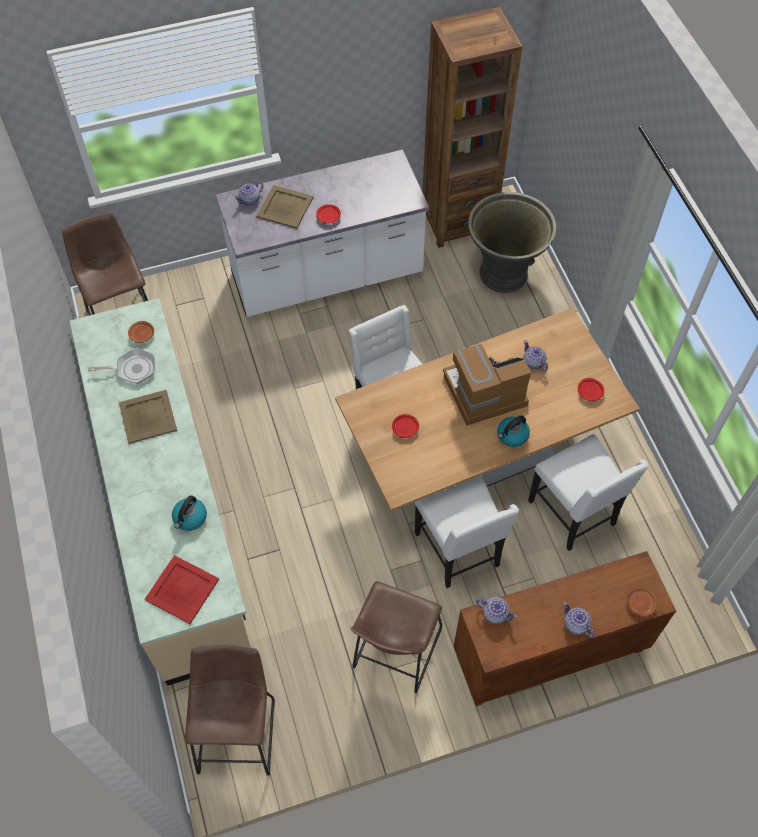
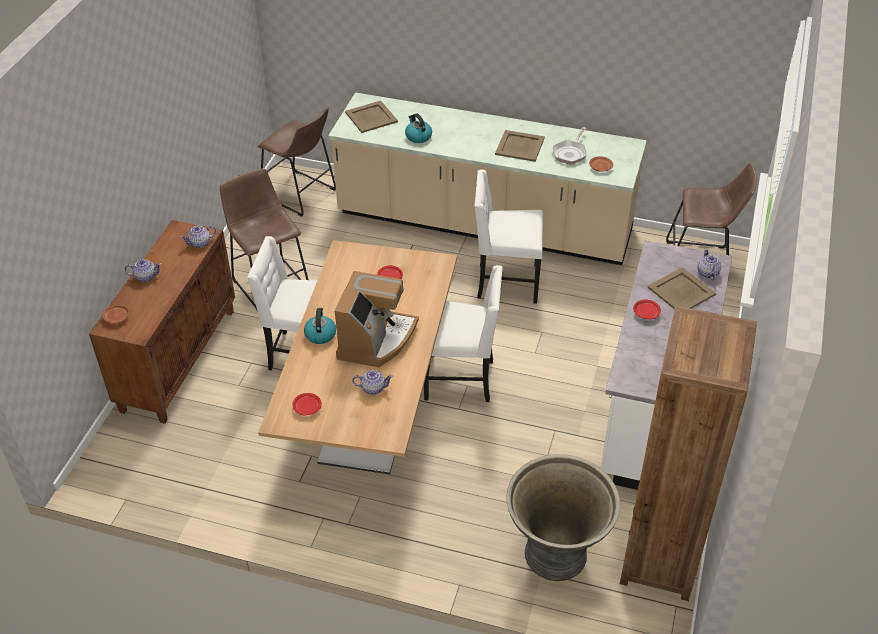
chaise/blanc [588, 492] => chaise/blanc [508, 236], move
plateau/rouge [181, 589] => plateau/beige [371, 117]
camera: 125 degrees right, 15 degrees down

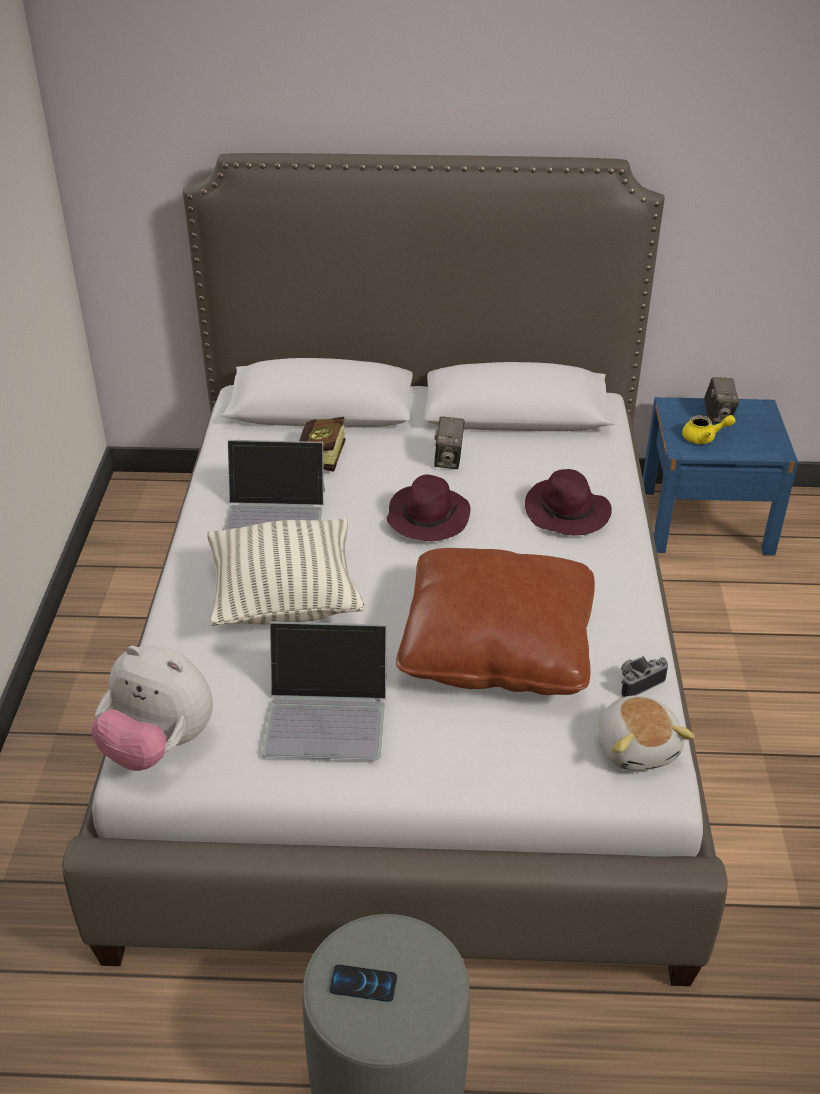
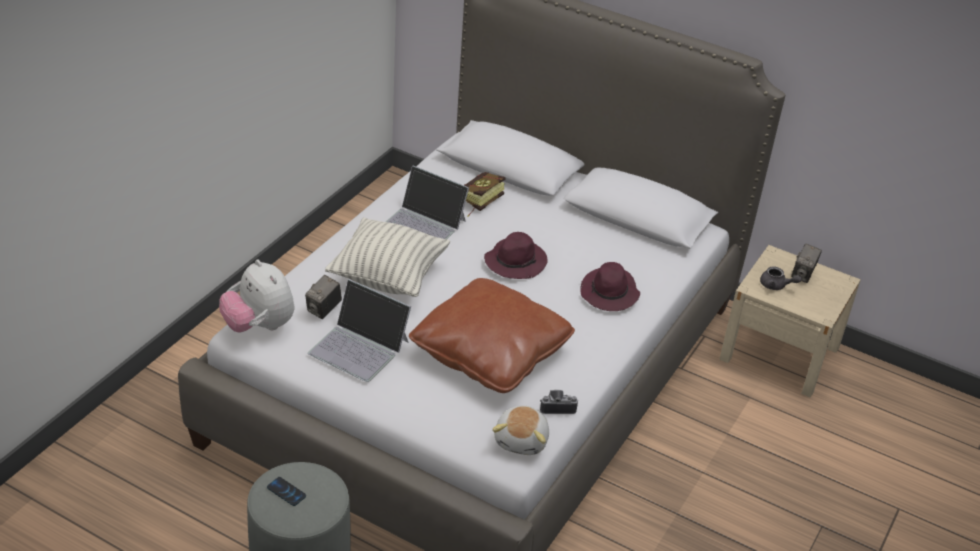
appareil photo [449, 442] => appareil photo [323, 297], move
table de chevet/bleu [720, 476] => table de chevet/beige [790, 321]
théière/jaune [709, 429] => théière/gris [781, 278]
camera: 25 degrees right, 0 degrees up

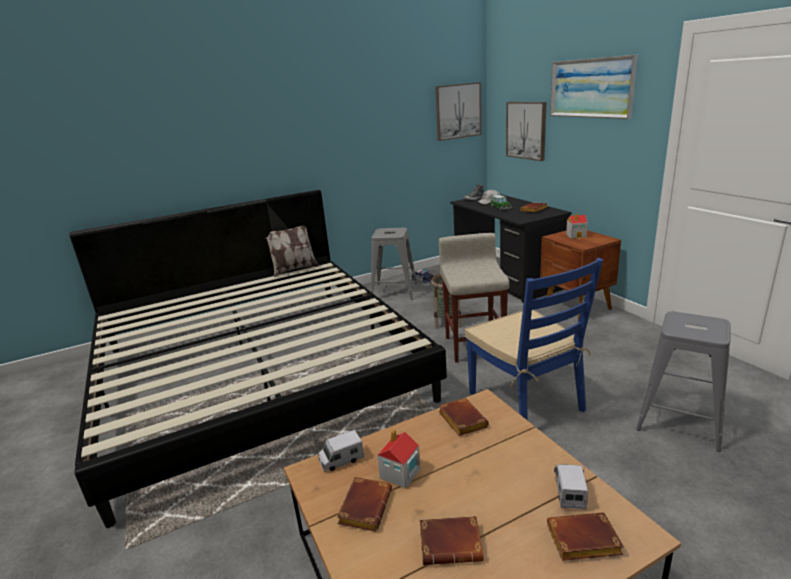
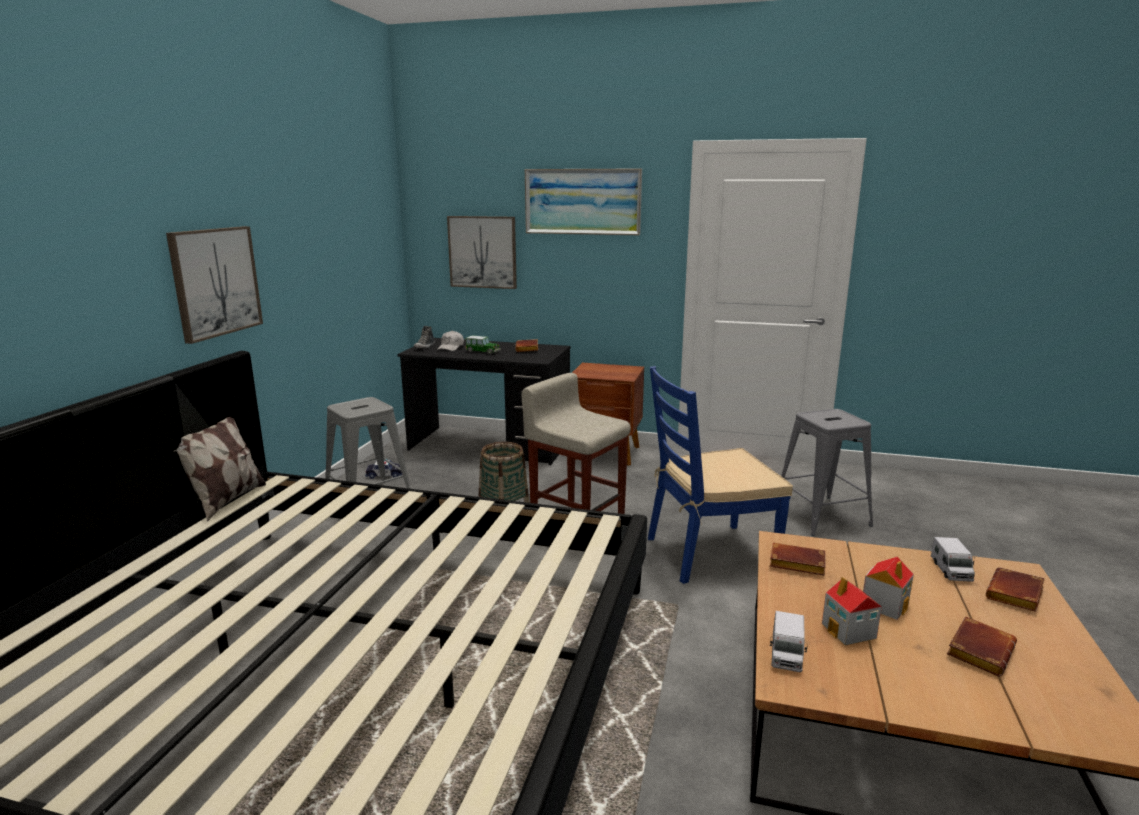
livre/marron [364, 504] => nothing
tableau [458, 111] => tableau [214, 285], move
maison miniature [577, 226] => maison miniature [888, 588], move
chaise/bleu [534, 339] => chaise/bleu [720, 475], 150 degrees clockwise
camion jouet [571, 486] => camion jouet [953, 559], 135 degrees counterclockwise
camera: 50 degrees left, 5 degrees down

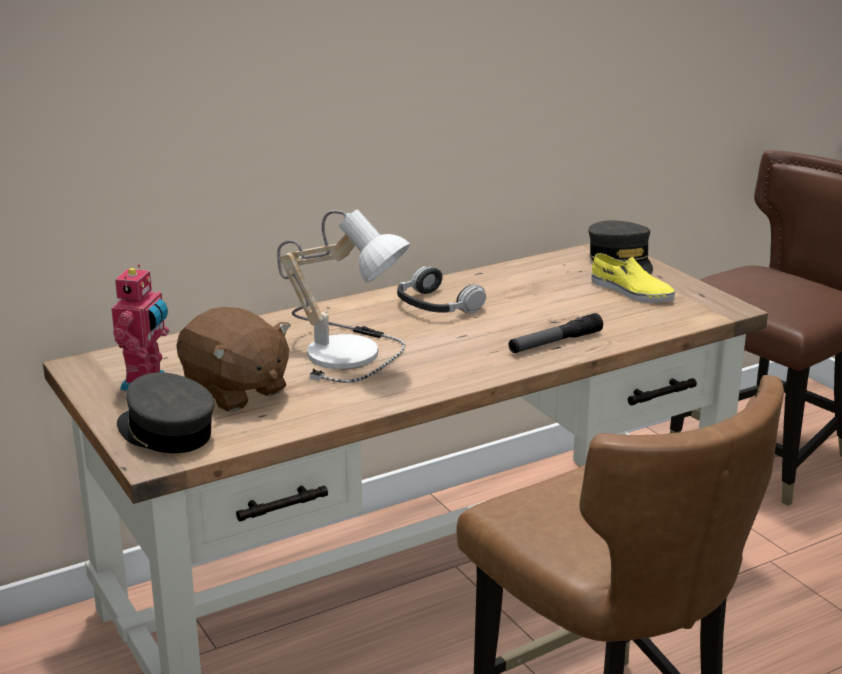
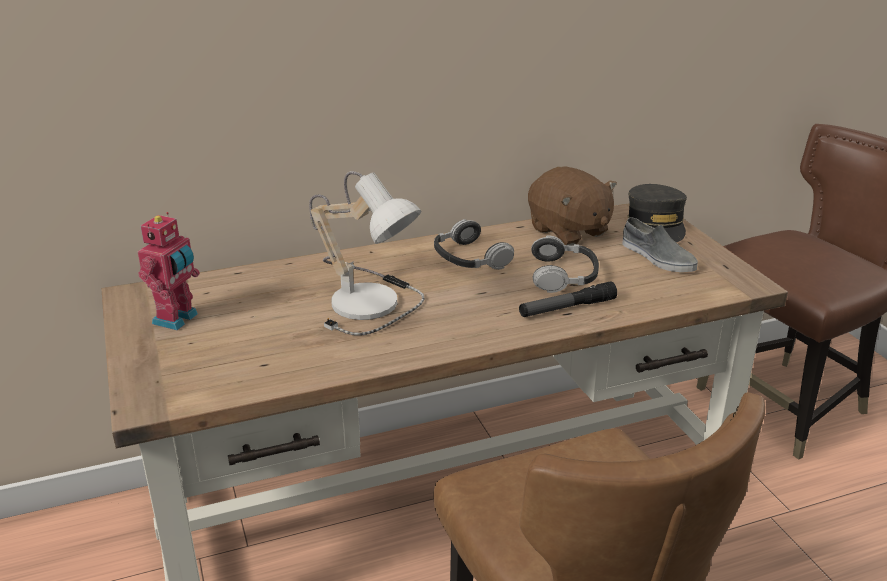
casquette/gris [166, 413] => nothing
nothing => casque audio [565, 264]
peluche/marron [233, 359] => peluche/marron [572, 206], move
chaussure/jaune [633, 278] => chaussure/gris [660, 244]
camera: 10 degrees right, 5 degrees up

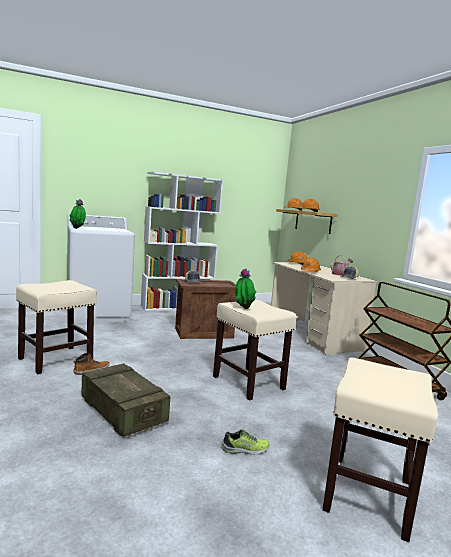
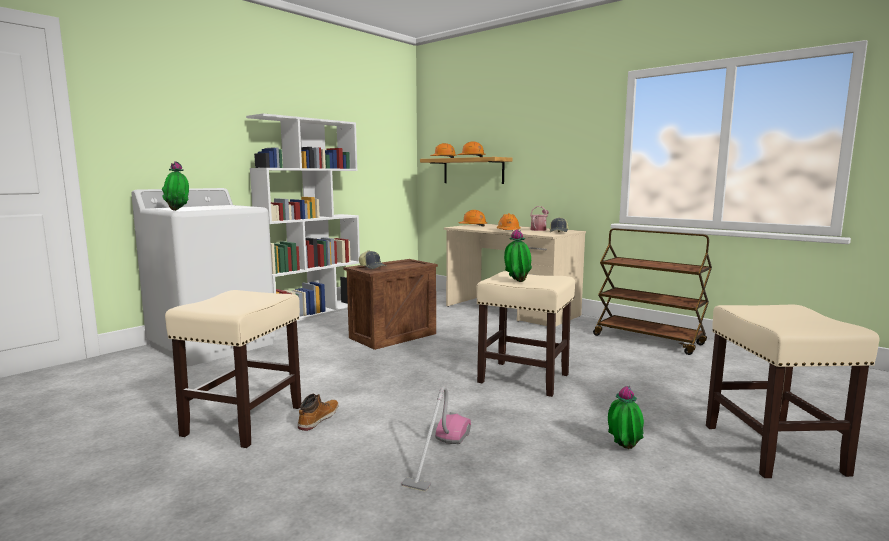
caisse [125, 400] => aspirateur [436, 438]
chaussure [246, 442] => plante en pot [626, 417]
camera: 25 degrees left, 0 degrees up

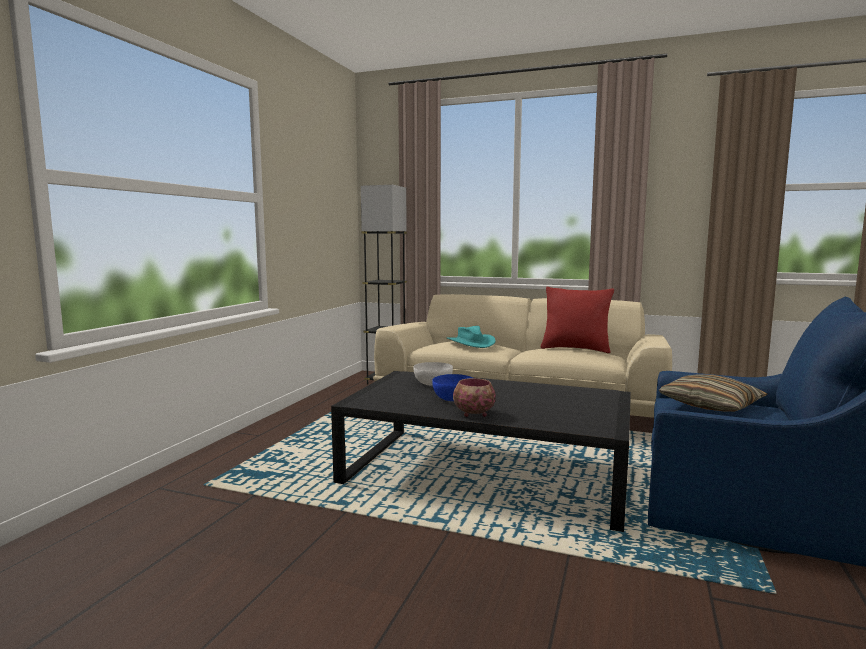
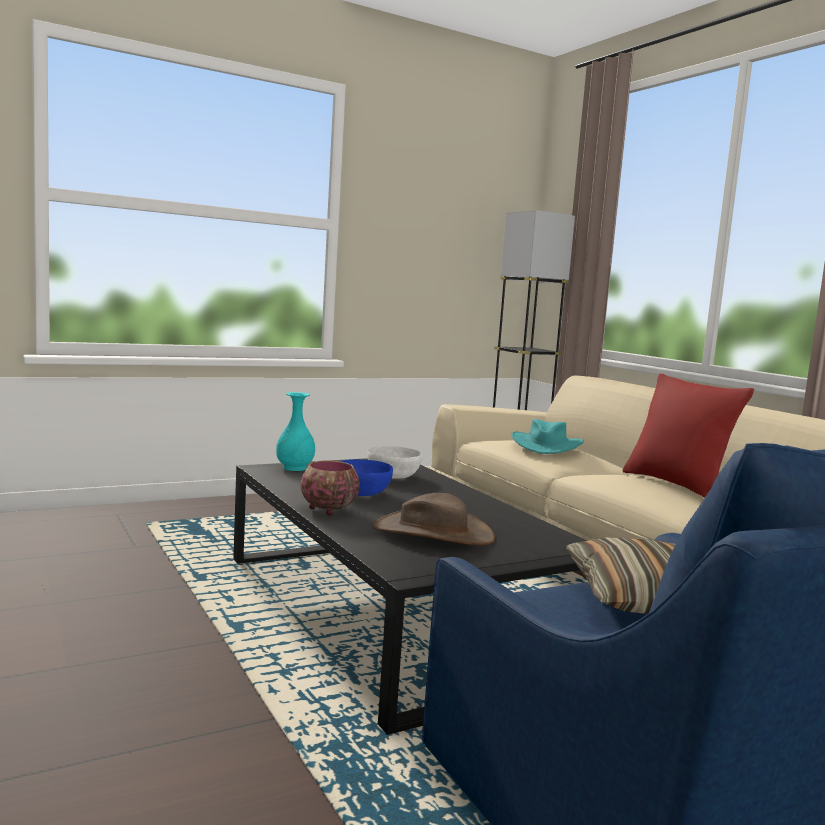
nothing => vase/turquoise [295, 431]
nothing => chapeau/marron [433, 519]
camera: 40 degrees right, 0 degrees up

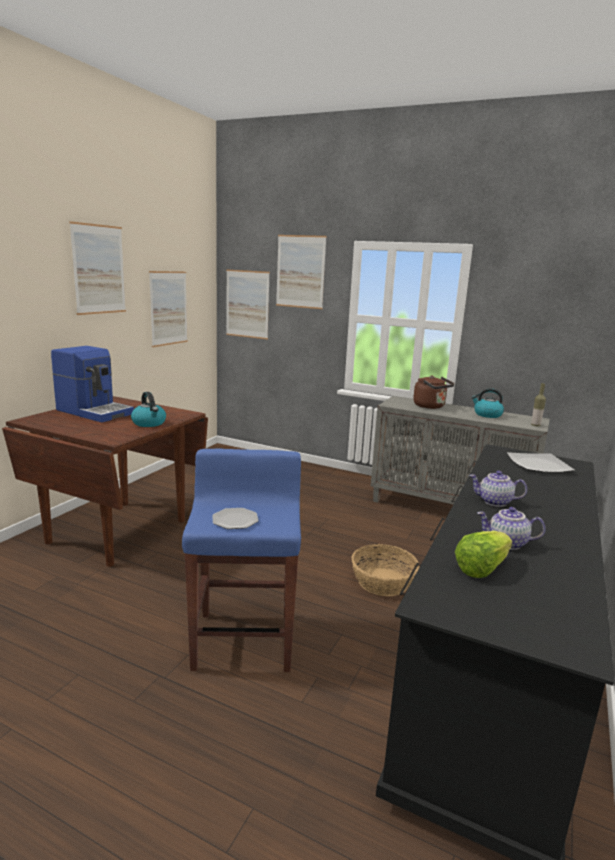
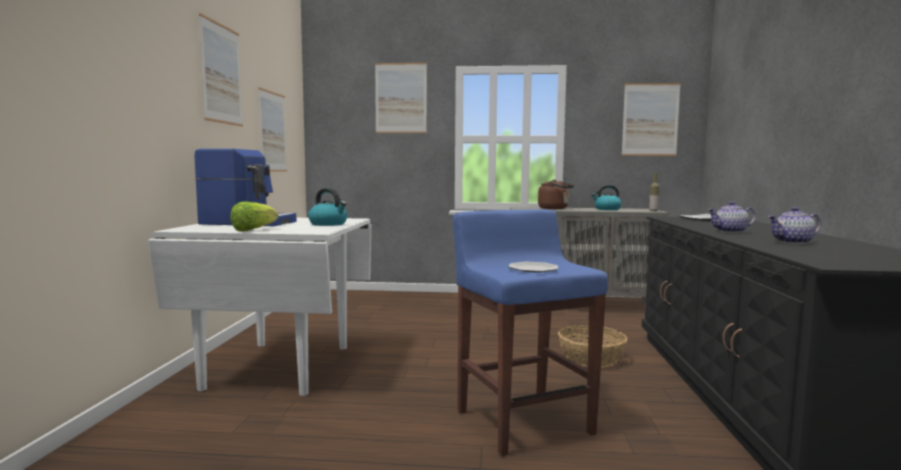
tableau [248, 304] => tableau [651, 119], move
laitue [483, 554] => laitue [254, 216], move
table à manger/marron [105, 481] => table à manger/blanc [259, 307]
camera: 20 degrees left, 10 degrees down

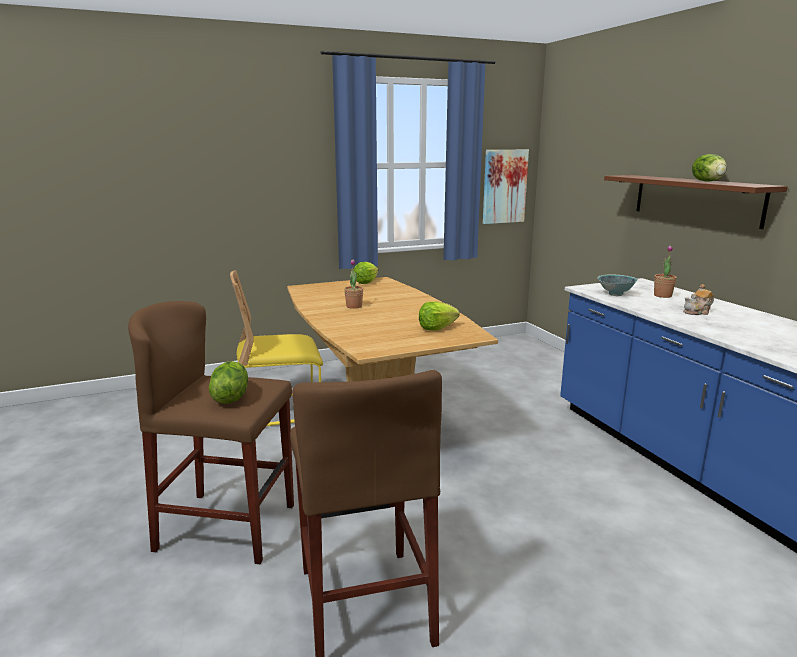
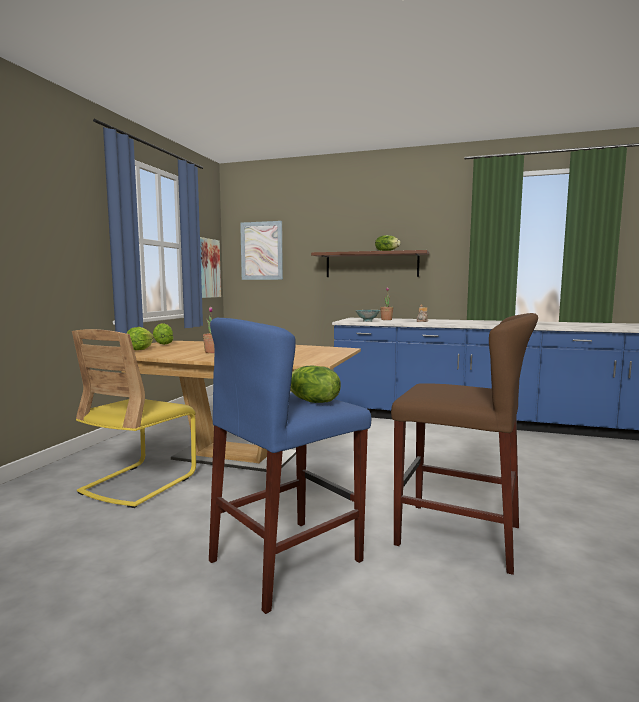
nothing => tableau [261, 250]
laitue [439, 316] => laitue [140, 338], move
tabouret/marron [211, 432] => tabouret/bleu [290, 466]
camera: 50 degrees left, 10 degrees down

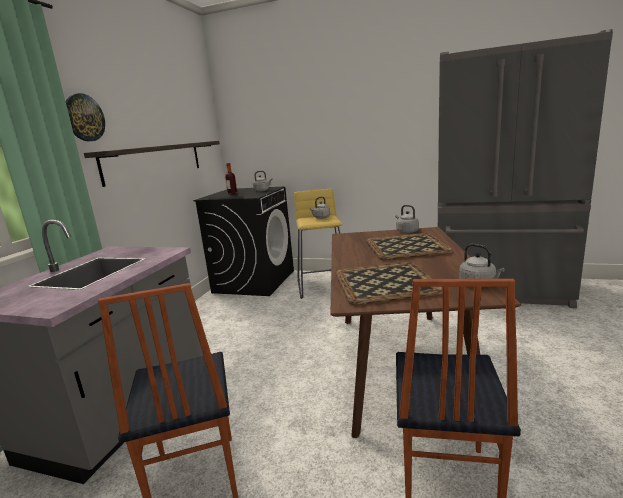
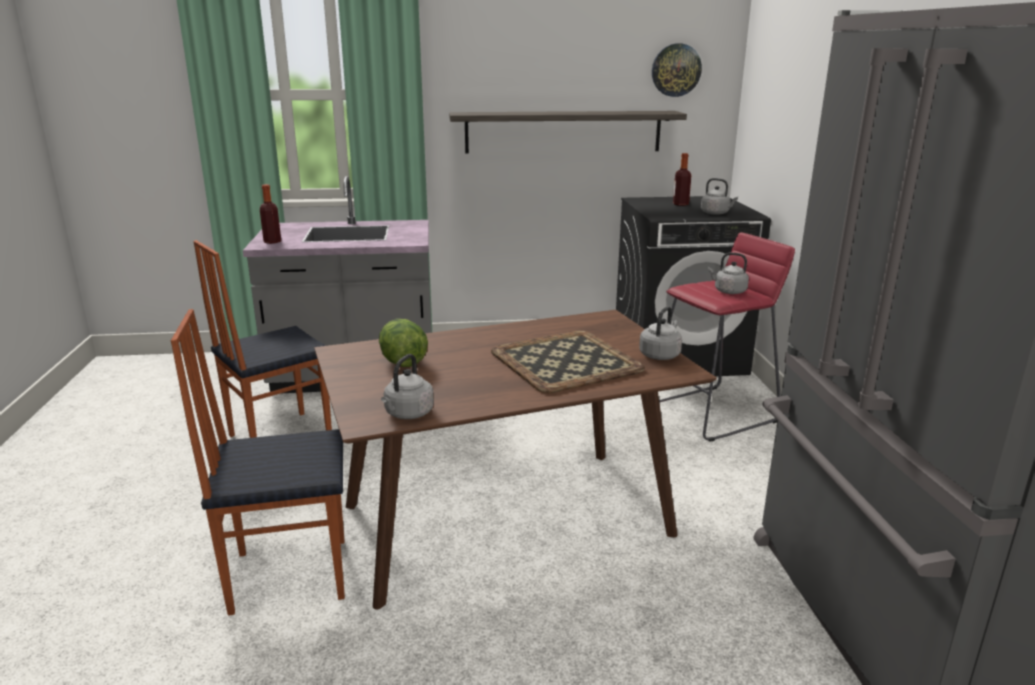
nothing => bouteille [270, 214]
horloge murale [85, 117] => horloge murale [677, 70], move
plateau [389, 284] => laitue [403, 343]
tabouret/jaune [318, 244] => tabouret/rouge [727, 337]
camera: 65 degrees right, 5 degrees up

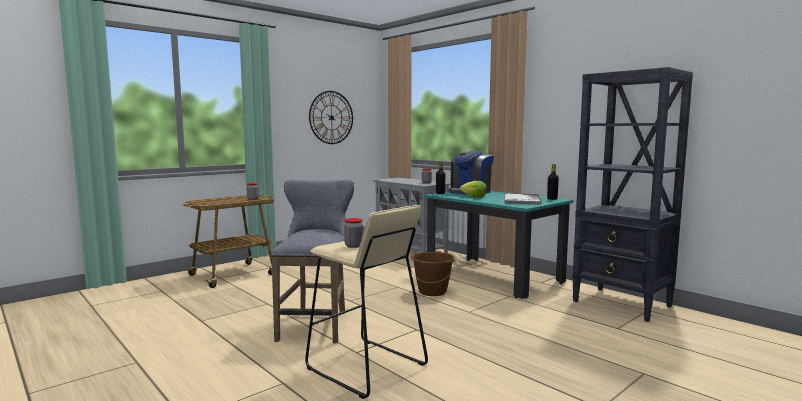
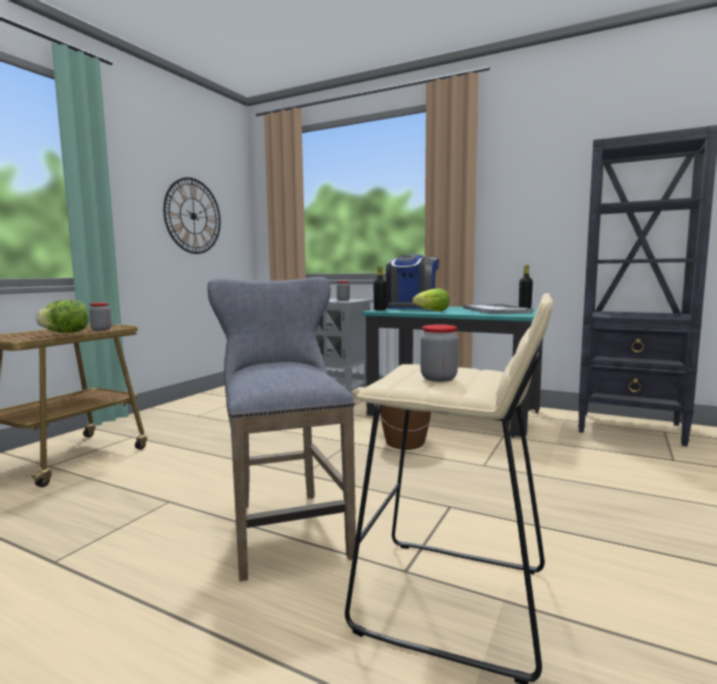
nothing => laitue [61, 316]
camera: 20 degrees left, 0 degrees up

